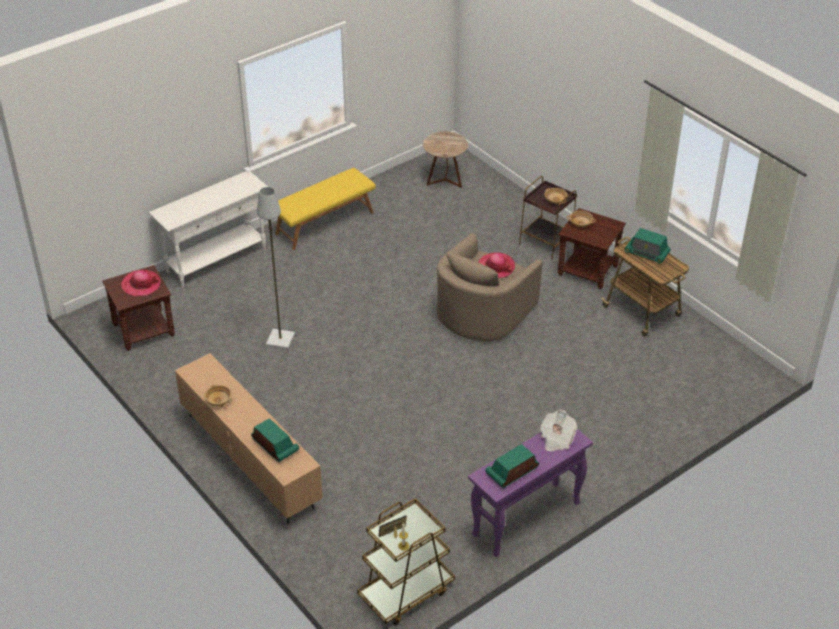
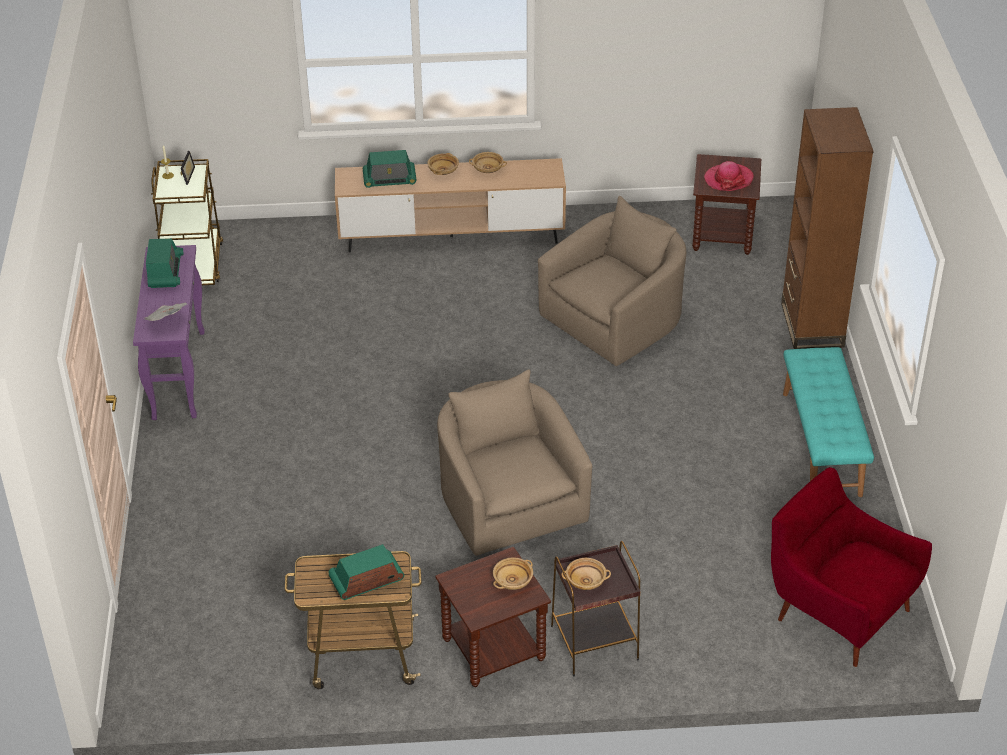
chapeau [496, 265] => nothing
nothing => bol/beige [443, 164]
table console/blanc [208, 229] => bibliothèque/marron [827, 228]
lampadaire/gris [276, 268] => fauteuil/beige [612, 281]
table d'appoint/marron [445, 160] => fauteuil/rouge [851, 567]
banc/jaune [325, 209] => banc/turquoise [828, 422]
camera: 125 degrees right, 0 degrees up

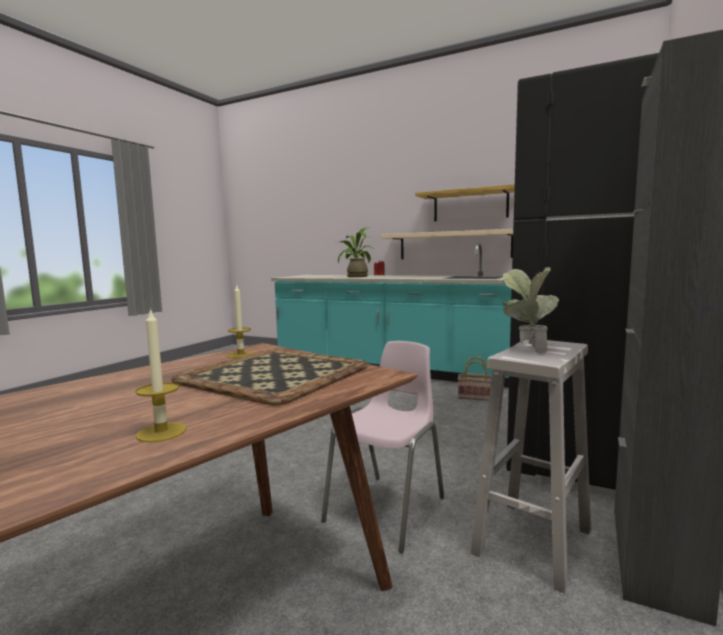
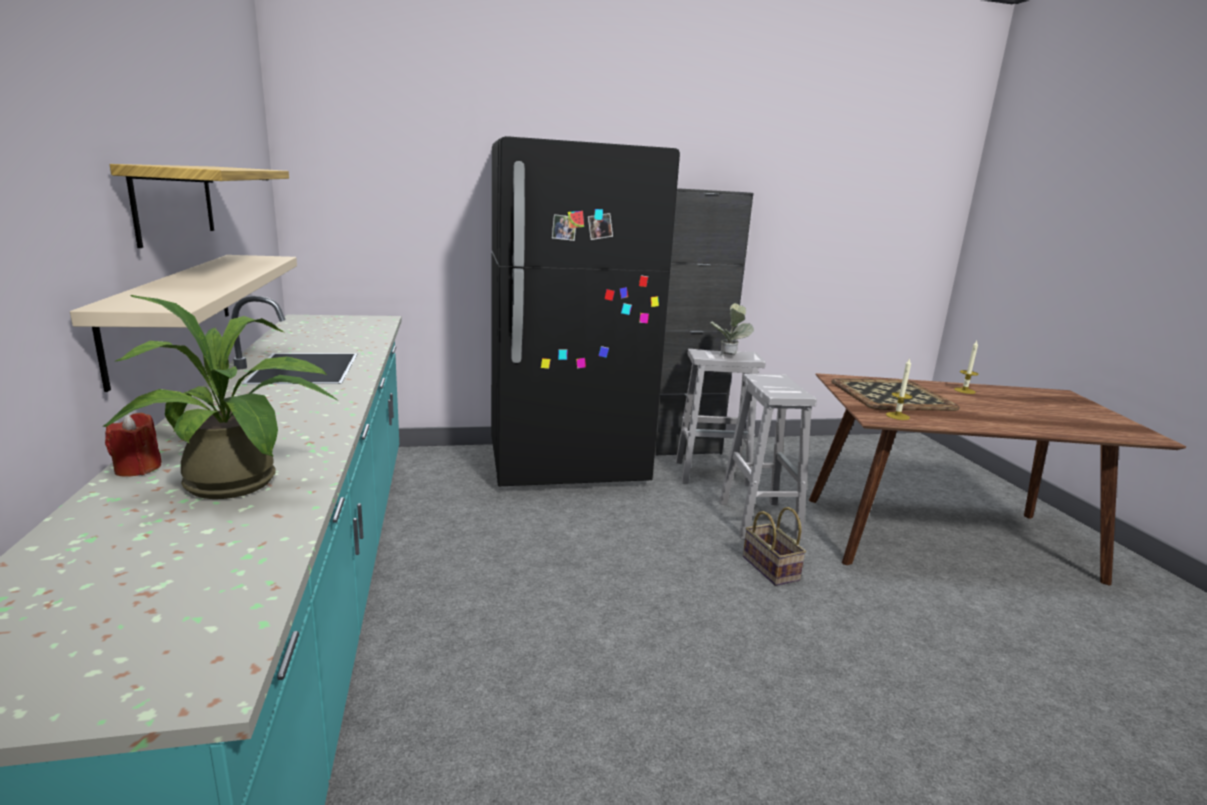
panier [475, 378] => panier [774, 546], move
chaise/rose [382, 447] => tabouret/blanc [768, 457]
camera: 130 degrees left, 10 degrees up

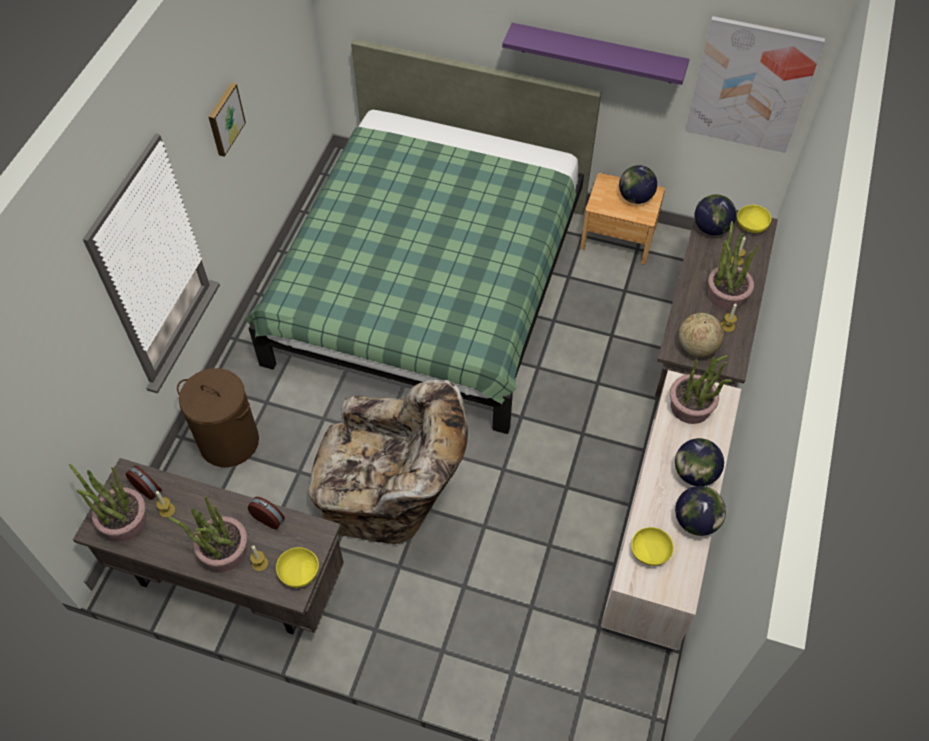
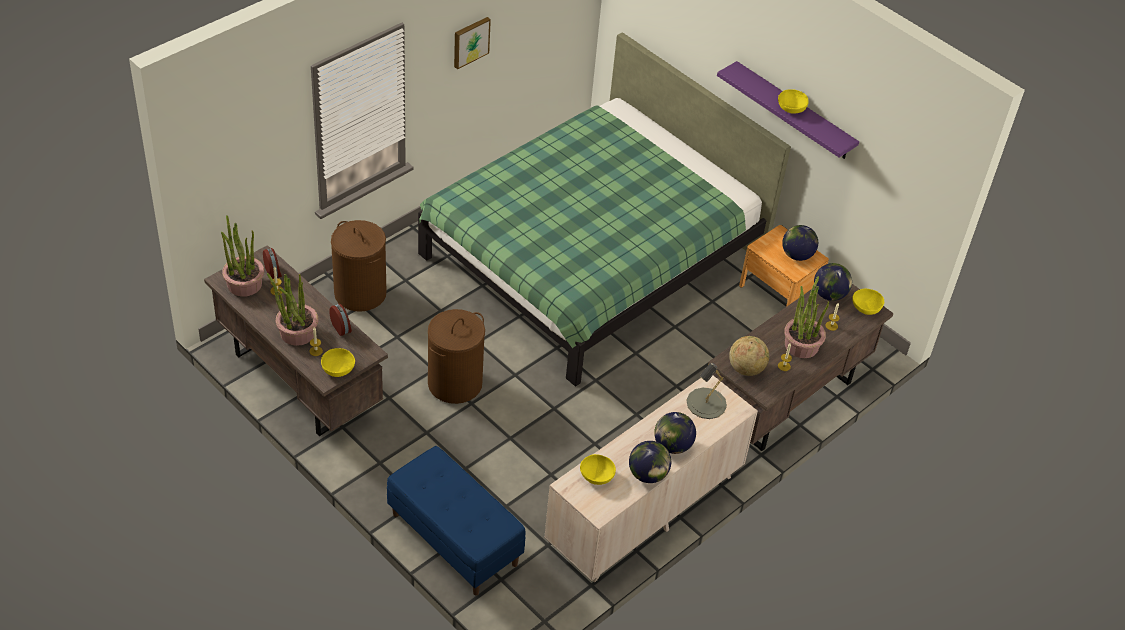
tableau [755, 84] => nothing
nothing => banc/bleu [456, 521]
nothing => bol/jaune [793, 101]
fauteuil/beige [388, 462] => panier à linge/marron [456, 356]
plante en pot [701, 389] => lampe de table/gris [706, 391]
camera: 25 degrees right, 10 degrees down

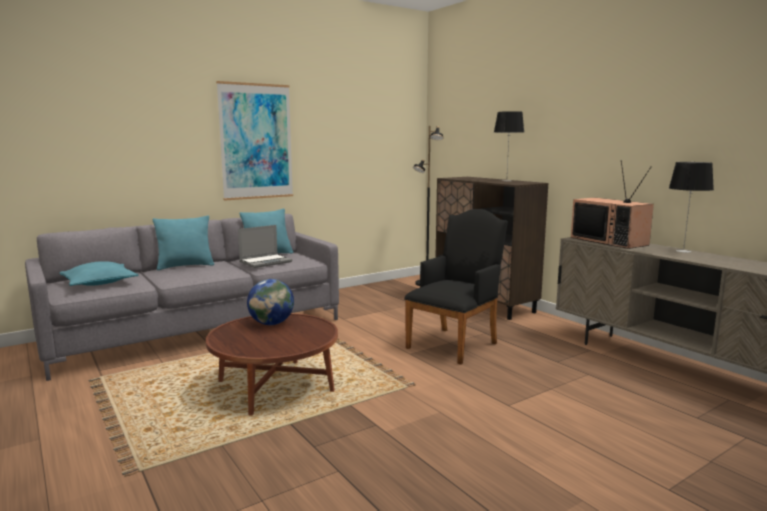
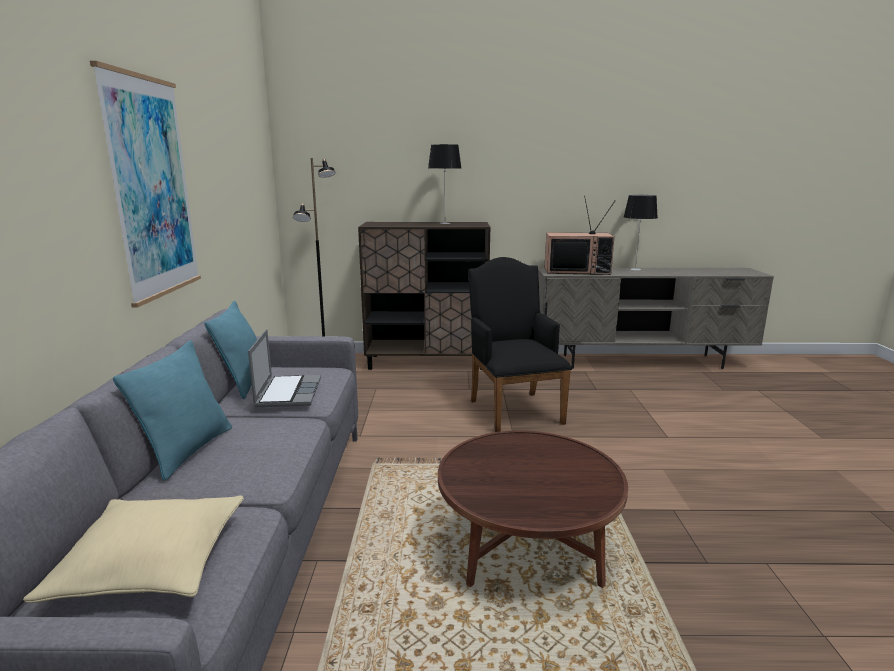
globe [270, 302] => nothing
coussin/turquoise [99, 273] => coussin/beige [133, 549]
camera: 55 degrees left, 5 degrees up

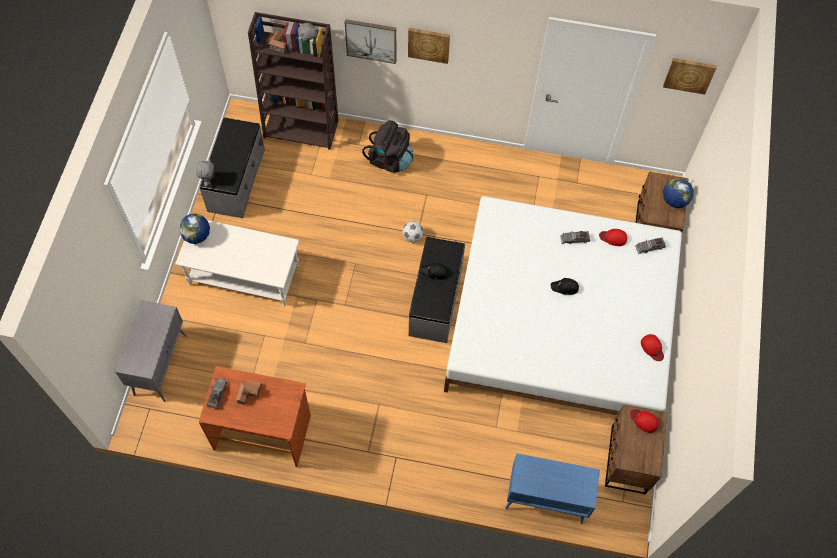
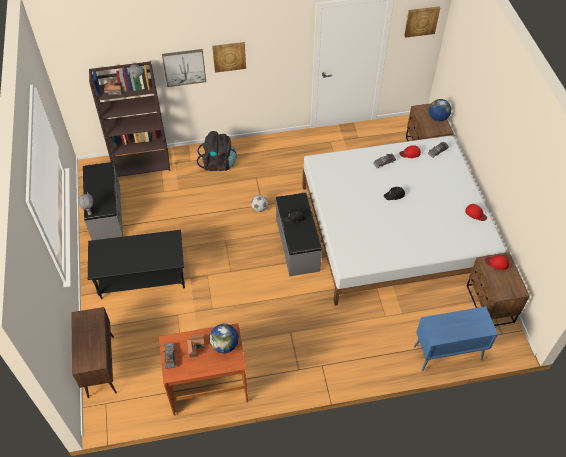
globe [194, 229] => globe [224, 338], move
meuble de rangement/gris [151, 351] => meuble de rangement/marron [94, 352]
table basse/blanc [237, 263] => table basse/noir [136, 264]
camera: 20 degrees left, 10 degrees down

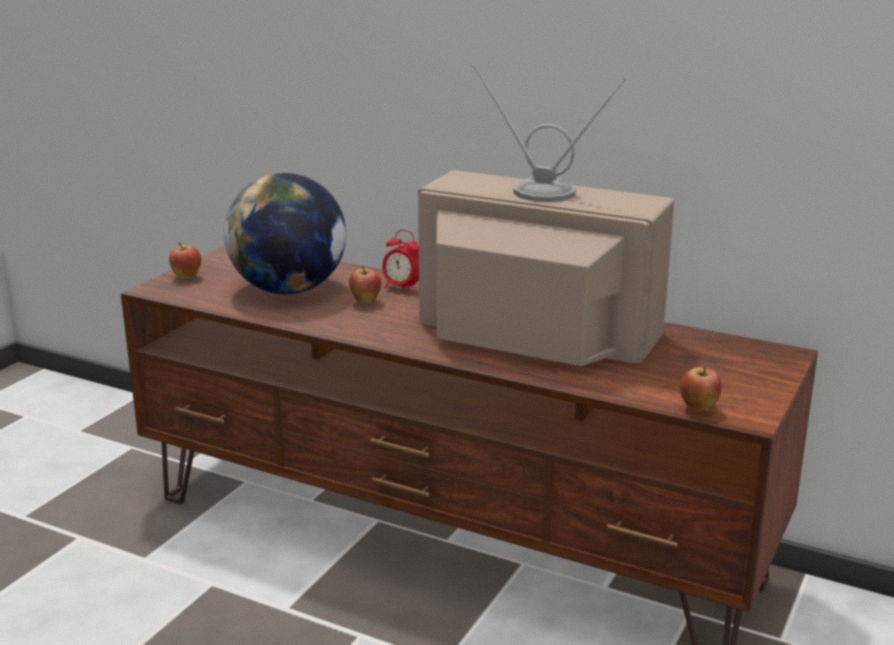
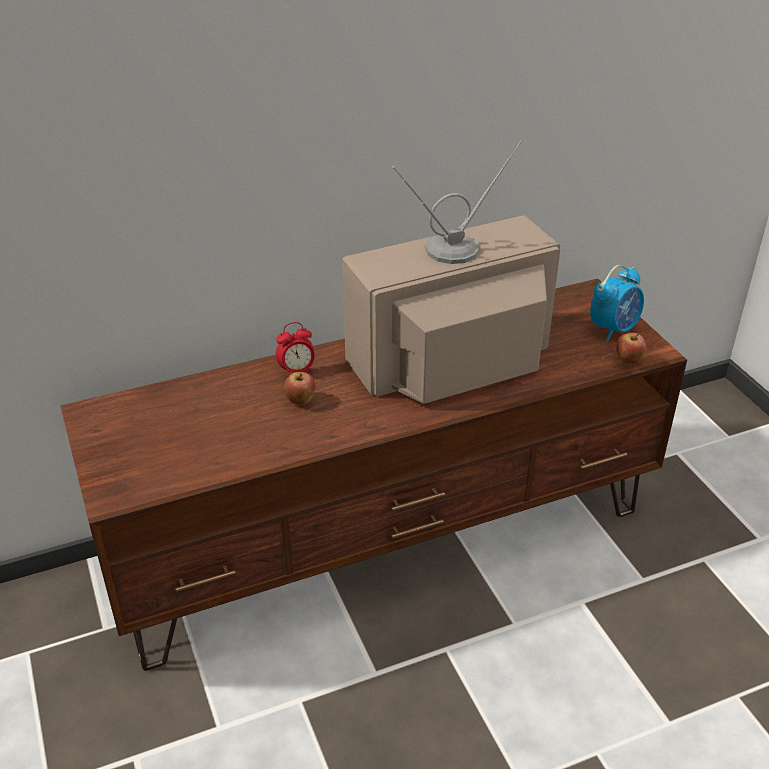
pomme [185, 260] => nothing
globe [285, 233] => nothing
nothing => réveil [617, 303]
camera: 50 degrees left, 15 degrees up

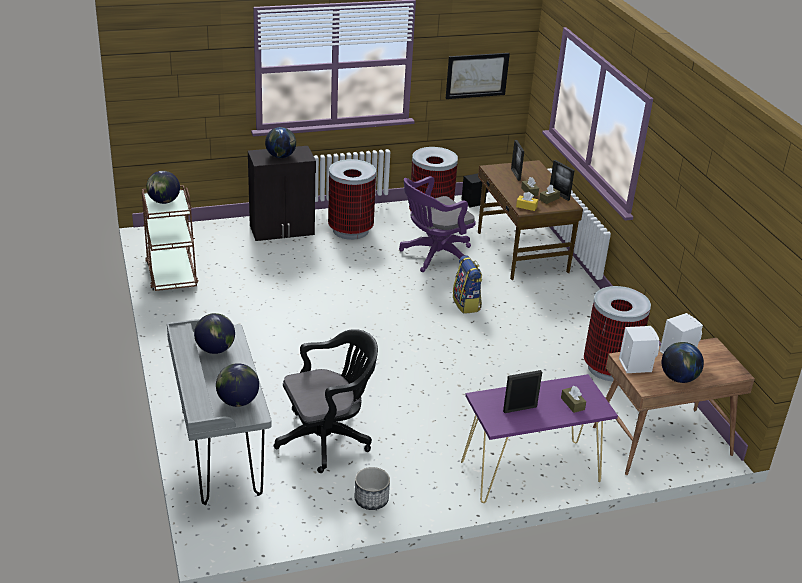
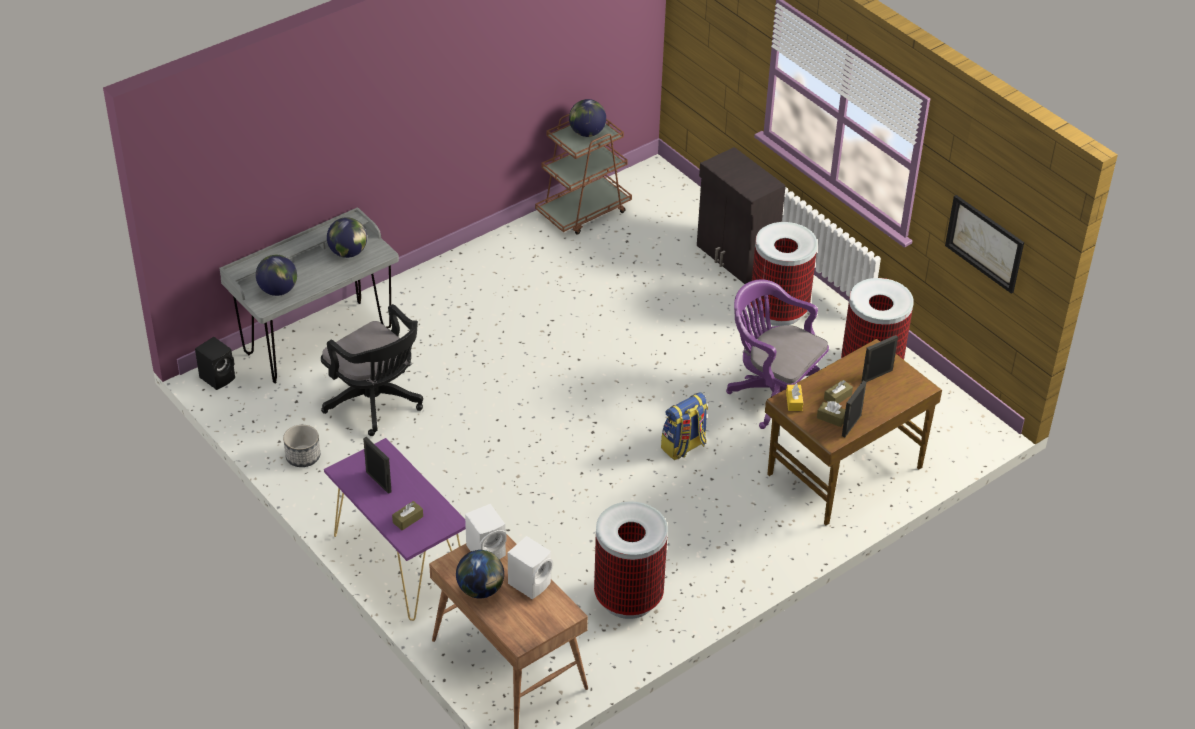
globe [280, 142] => nothing
enceinte/noir [474, 191] => enceinte/noir [215, 363], move
camera: 70 degrees right, 10 degrees up

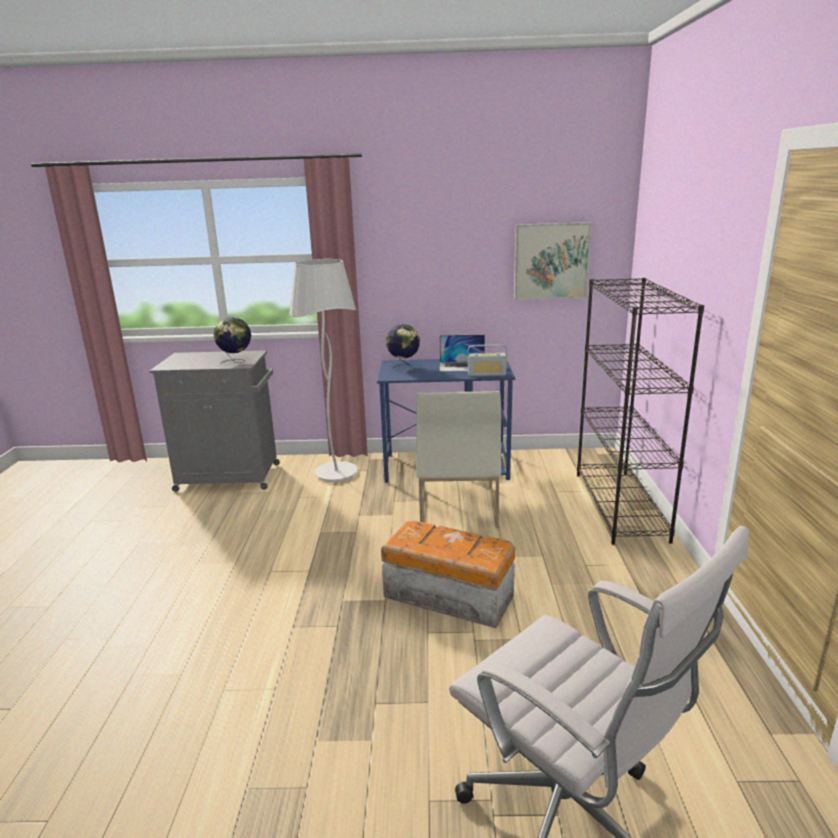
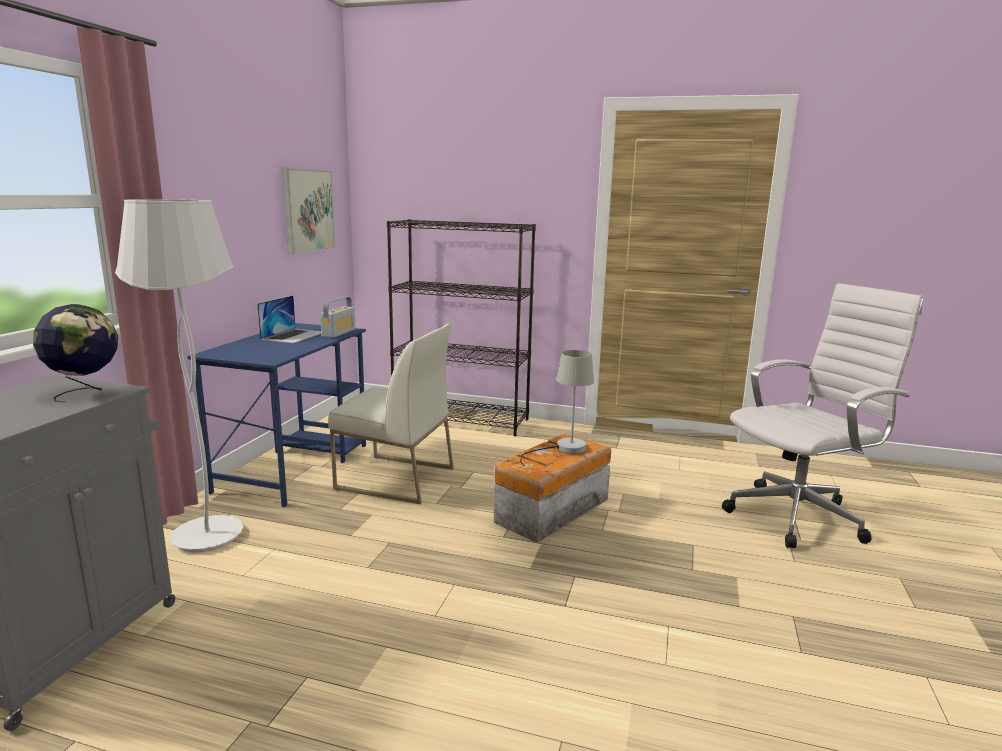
globe [403, 347] => nothing
nothing => lampe de table/gris [557, 408]
camera: 75 degrees left, 5 degrees down

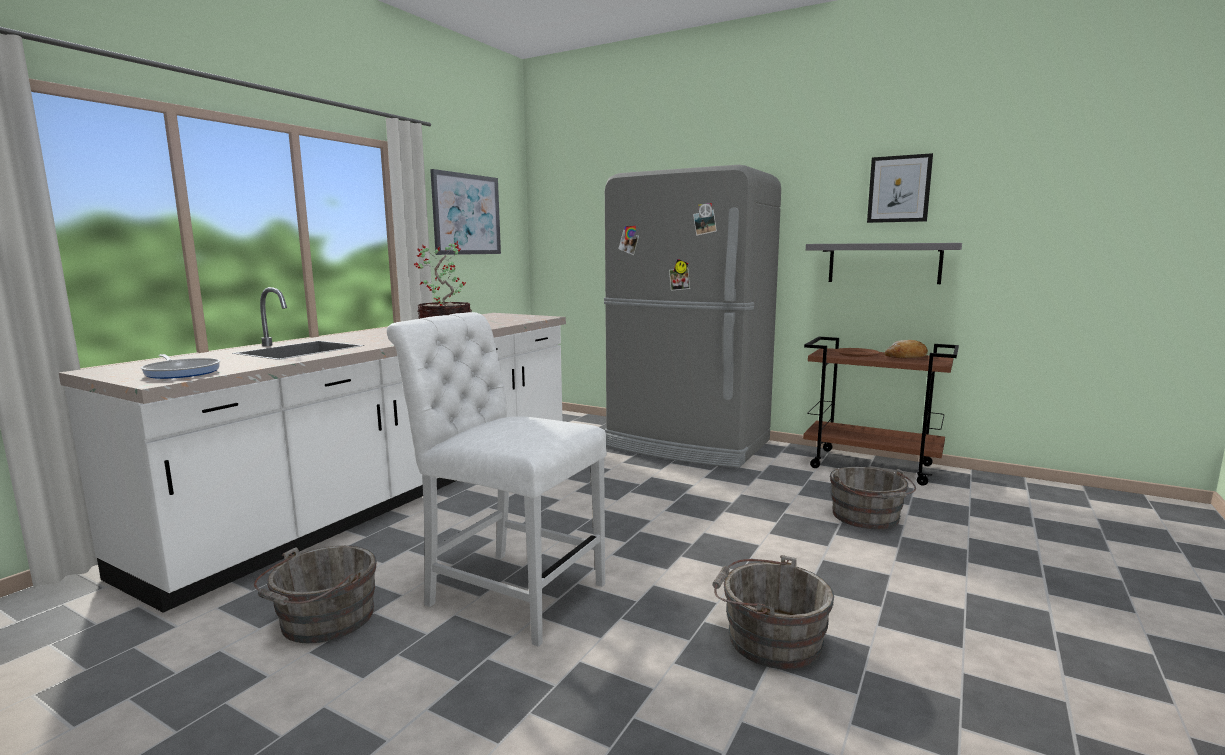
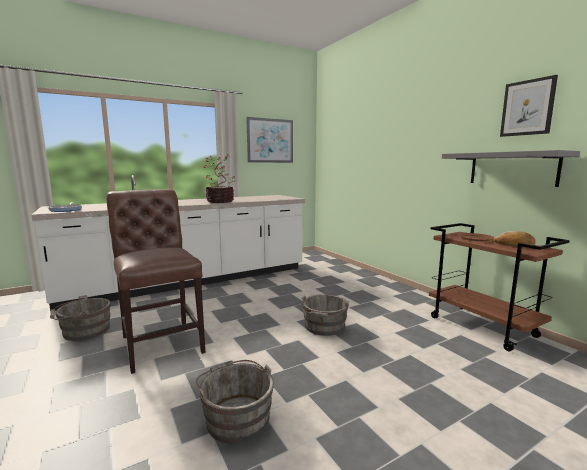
réfrigérateur/gris [692, 316] => nothing
seau/gris [873, 498] => seau/gris [324, 315], move
chaise/blanc [497, 479] => chaise/marron [155, 281]
camera: 30 degrees right, 0 degrees up

